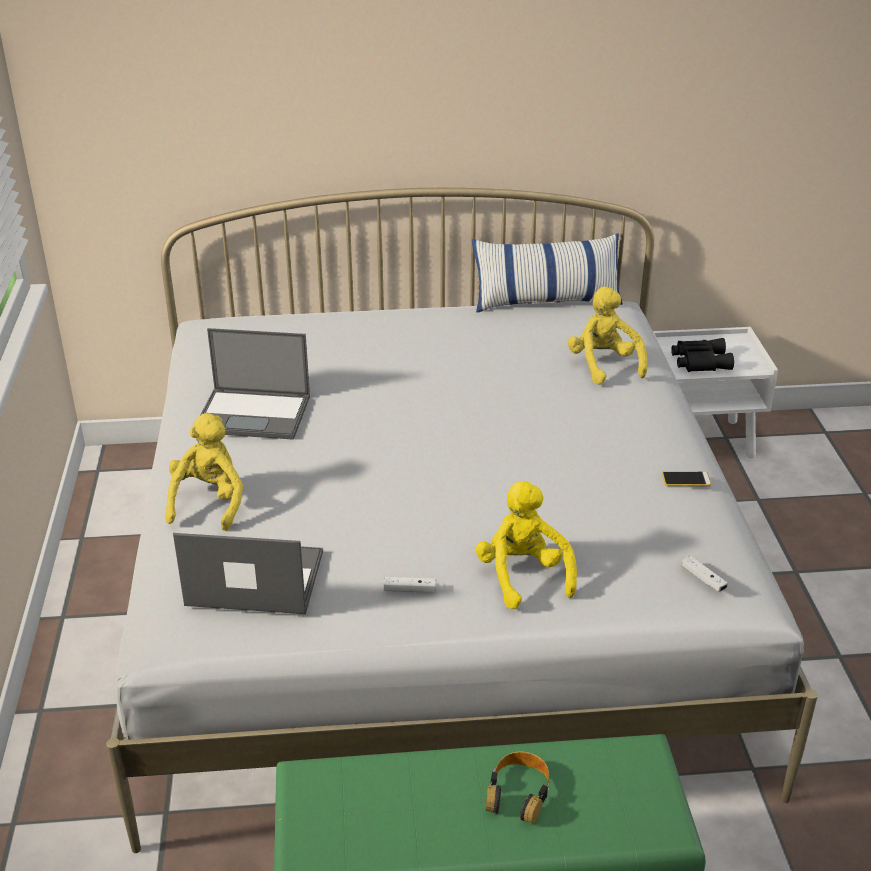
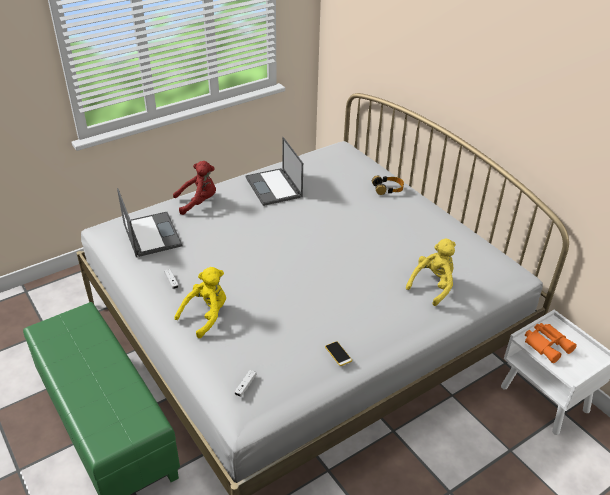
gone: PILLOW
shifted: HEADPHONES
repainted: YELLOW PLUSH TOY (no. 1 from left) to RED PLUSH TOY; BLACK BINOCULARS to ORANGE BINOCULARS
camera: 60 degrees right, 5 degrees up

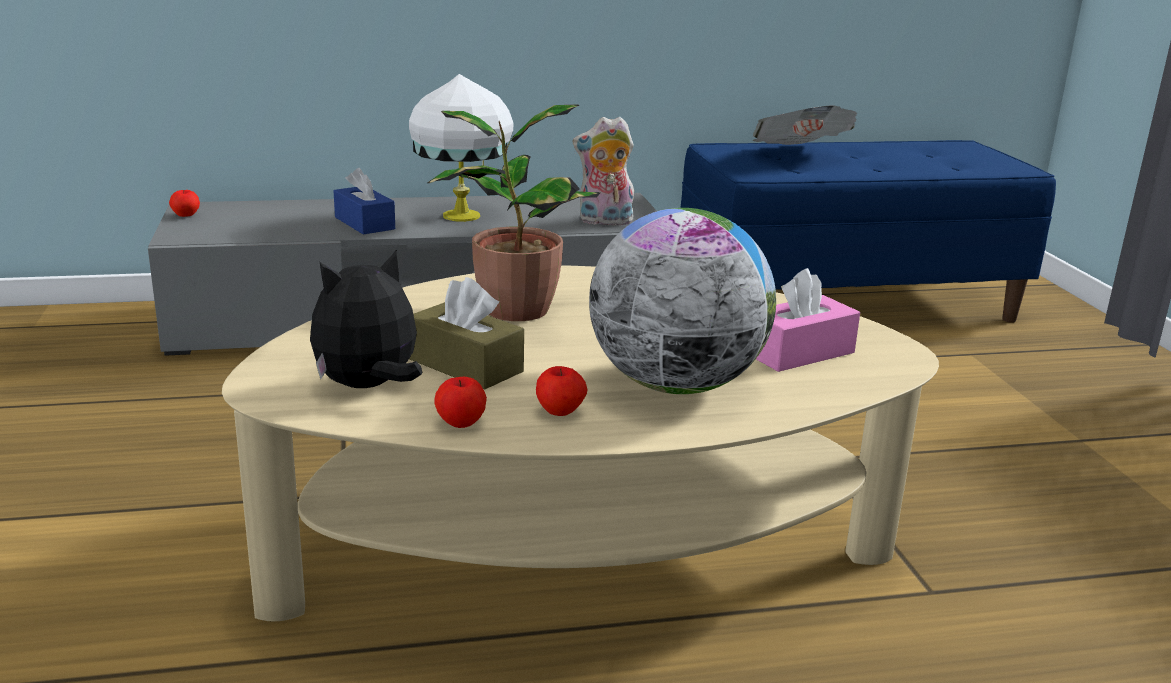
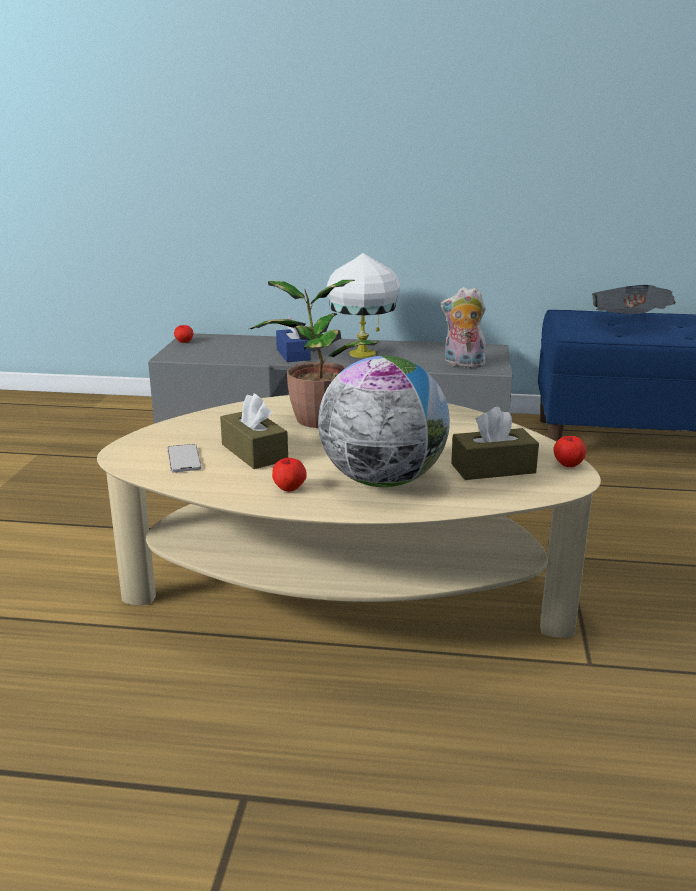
shifted: APPLE (no. 2 from left in the first image) to APPLE (no. 3 from left)
swapped: PLUSH TOY (no. 1 from left) to PHONE
repainted: PINK TISSUE BOX to BROWN TISSUE BOX (no. 2 from left)
camera: 20 degrees right, 0 degrees up

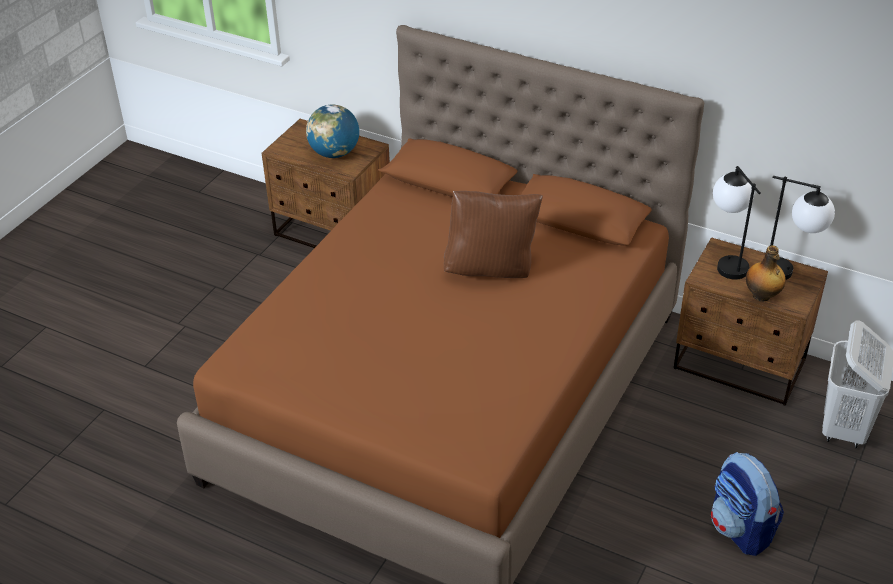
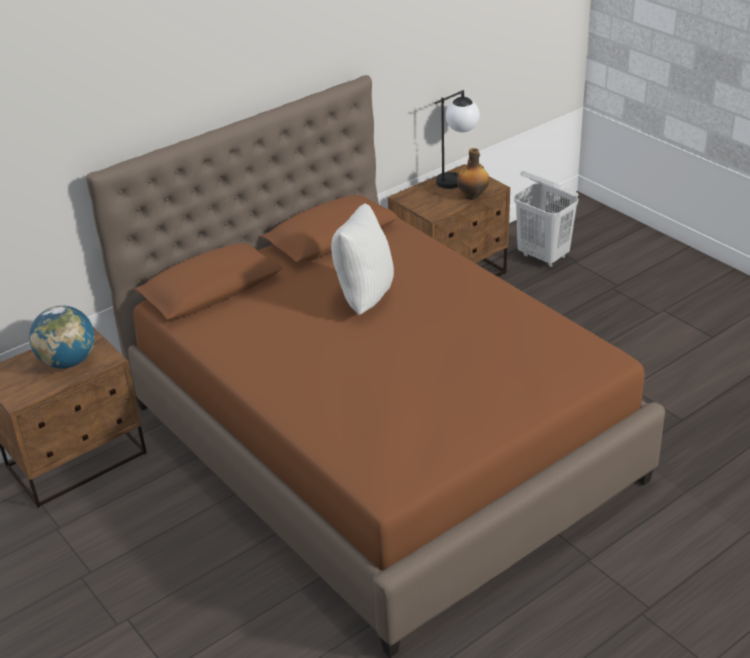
gone: BACKPACK; TABLE LAMP (no. 1 from left)
repainted: BROWN PILLOW to WHITE PILLOW
camera: 65 degrees left, 5 degrees down

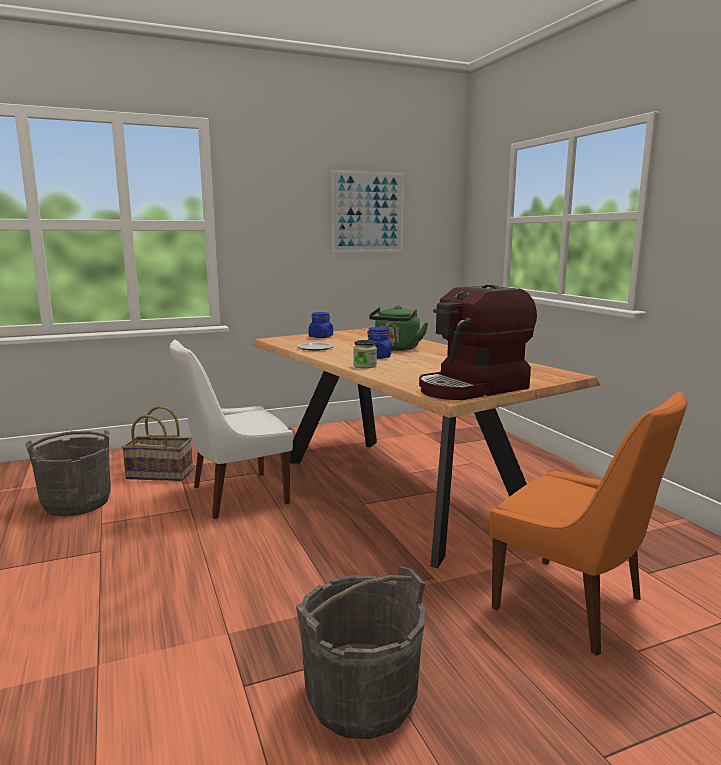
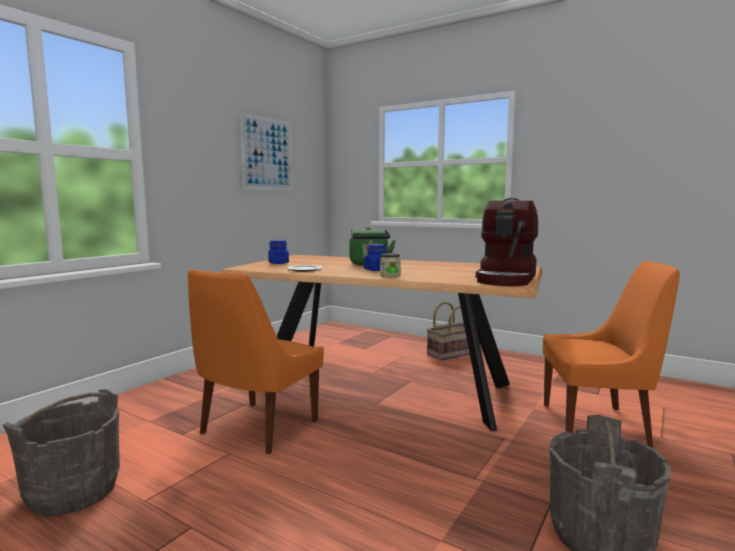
shifted: BASKET
repainted: WHITE CHAIR to ORANGE CHAIR (no. 1 from left)
camera: 35 degrees left, 5 degrees down

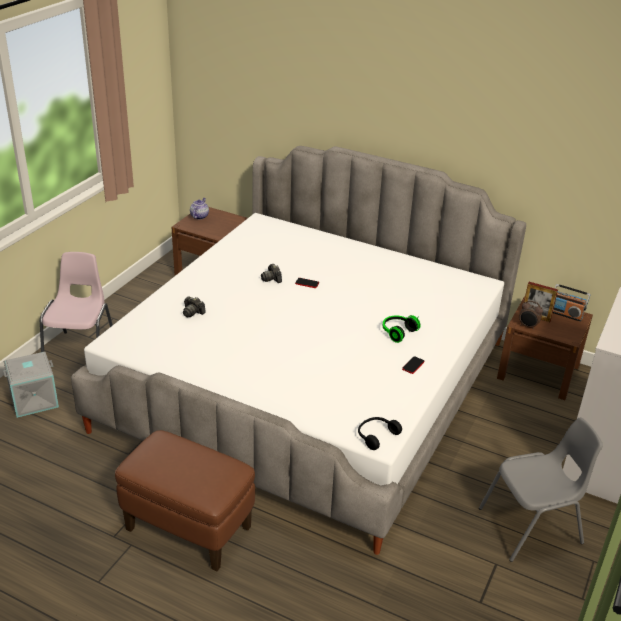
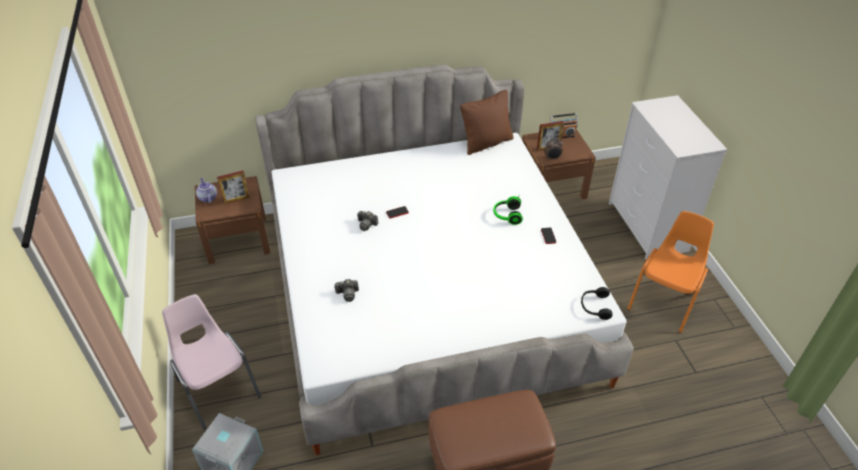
new: PICTURE FRAME (no. 1 from left); BROWN PILLOW
repainted: GREY CHAIR to ORANGE CHAIR
camera: 40 degrees left, 10 degrees up

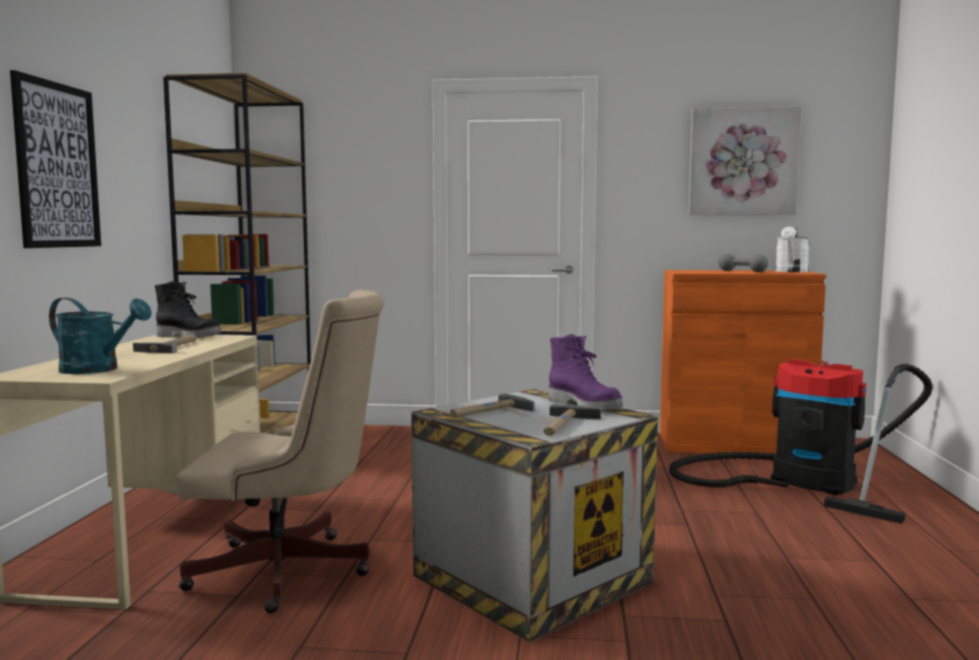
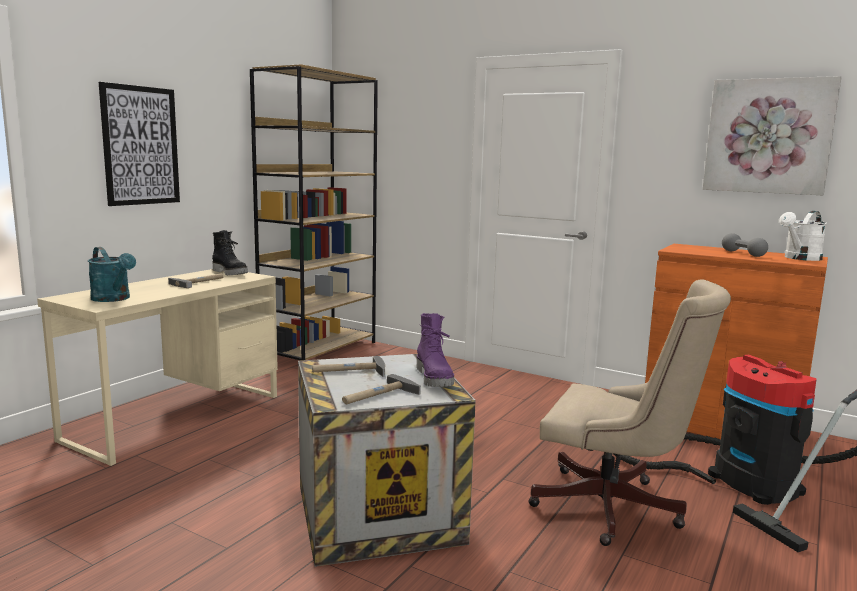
shifted: BEIGE OFFICE CHAIR
camera: 25 degrees right, 5 degrees up

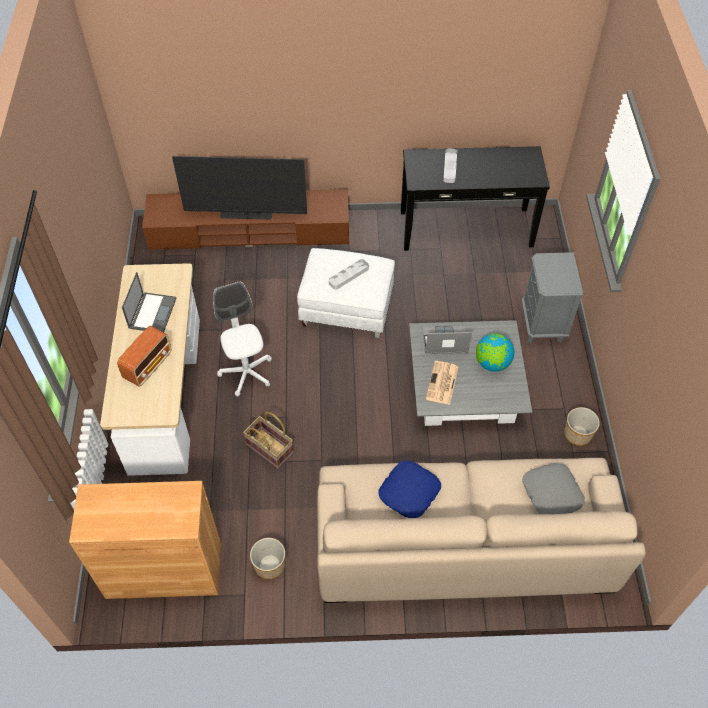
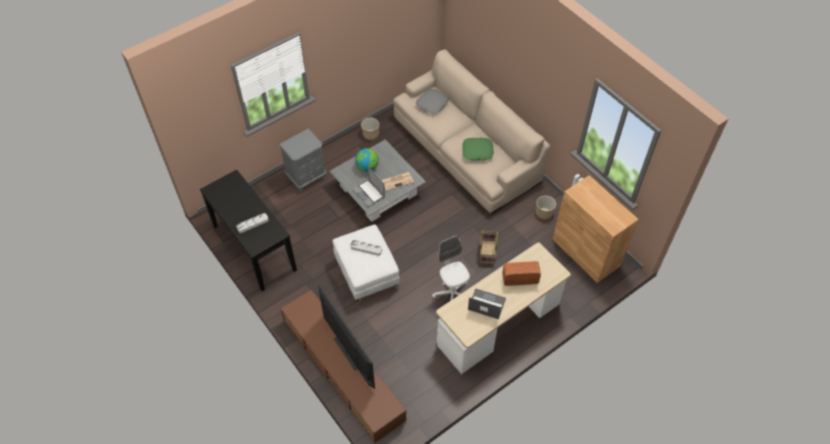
repainted: BLUE PILLOW to GREEN PILLOW
rotated: LAPTOP (no. 1 from left in the first image) 45 degrees clockwise; WHITE OFFICE CHAIR 120 degrees clockwise
camera: 125 degrees left, 0 degrees up

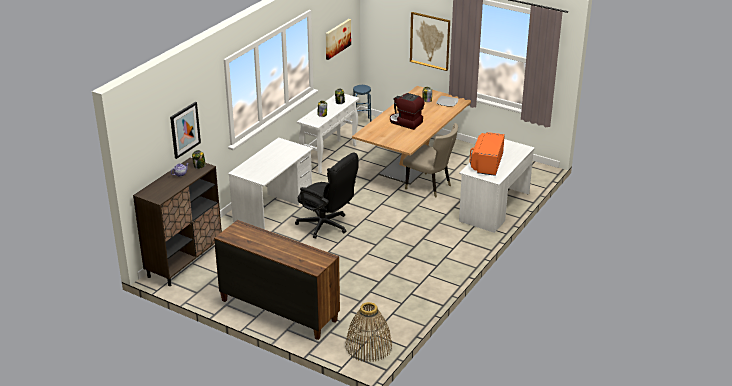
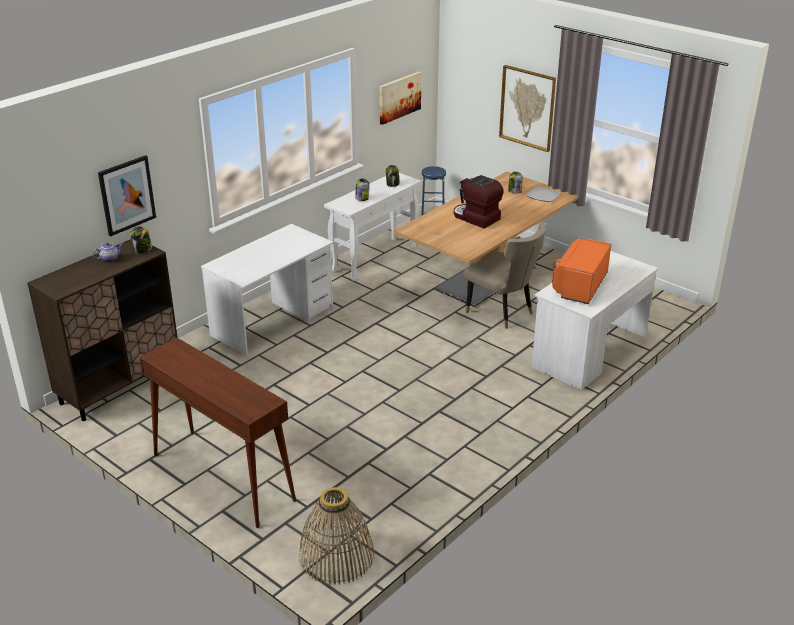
gone: BLACK OFFICE CHAIR
swapped: BROWN DRESSER to BROWN CONSOLE TABLE
camera: 10 degrees right, 0 degrees up

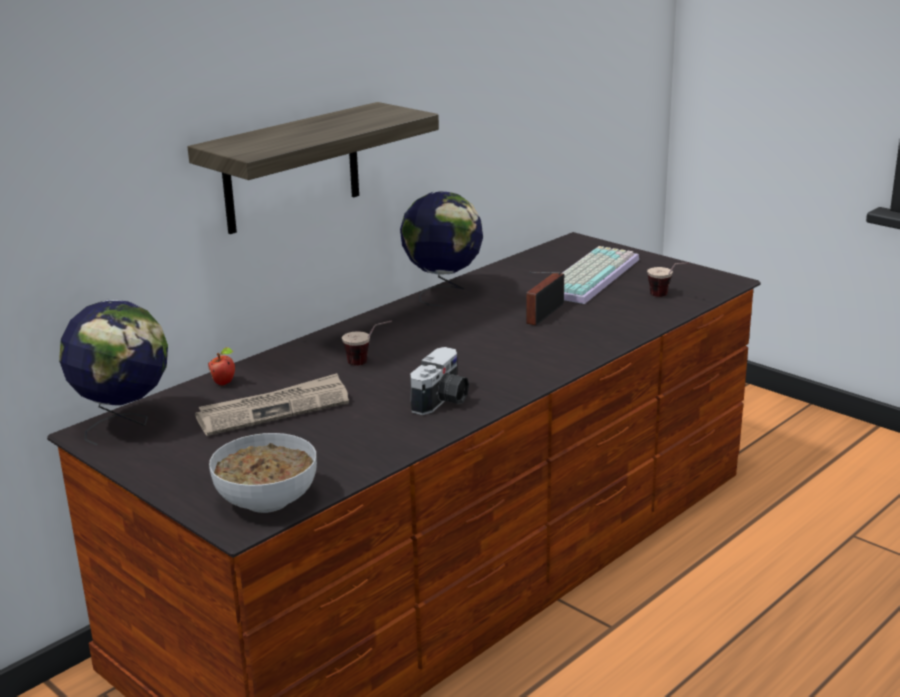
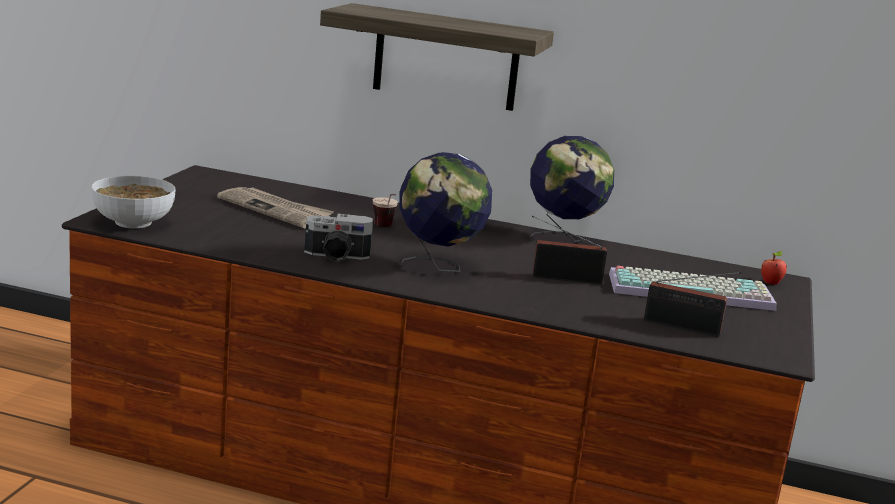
shifted: GLOBE (no. 1 from left); APPLE
swapped: CUP (no. 2 from left) to RADIO (no. 2 from left)
camera: 60 degrees right, 5 degrees down

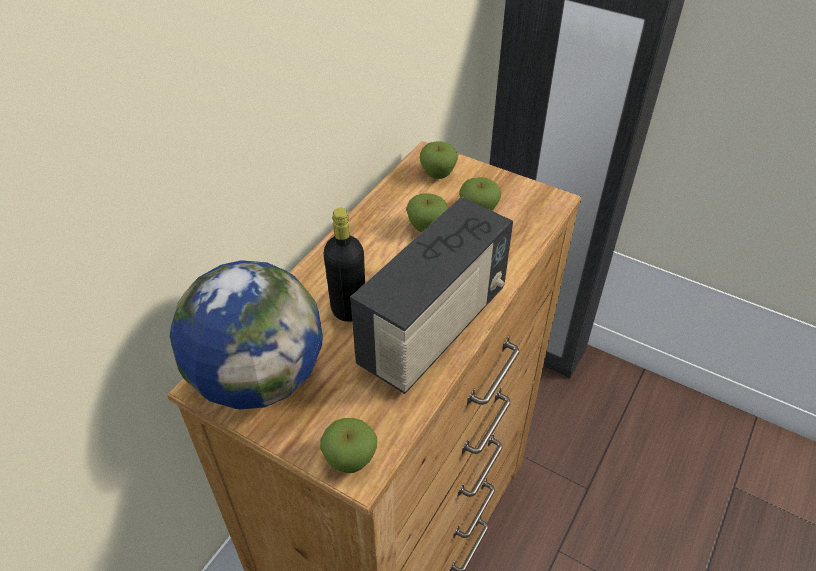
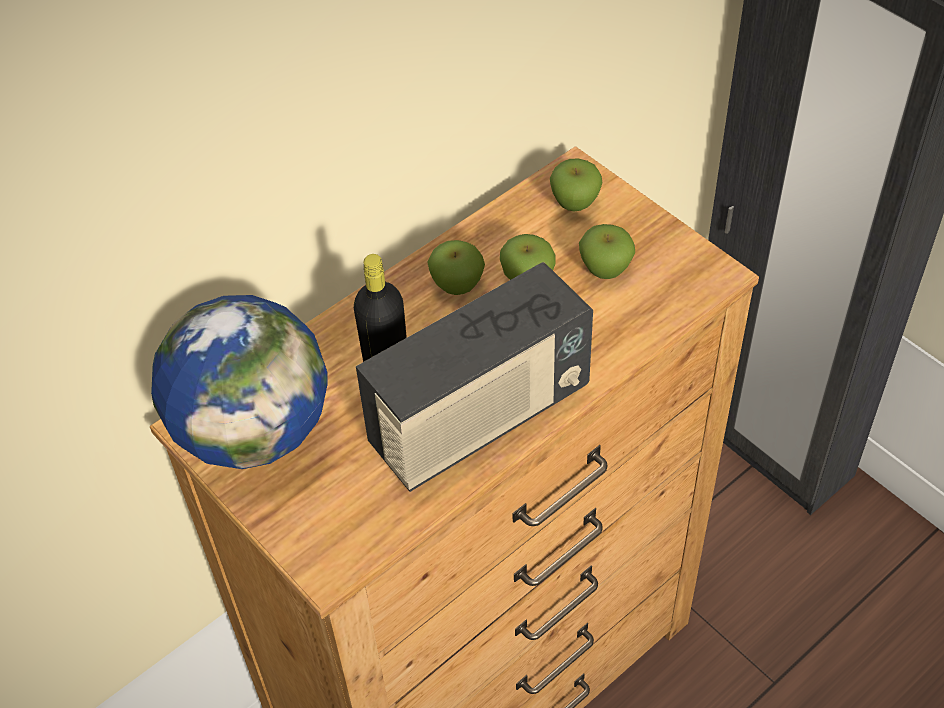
shifted: APPLE (no. 1 from left)
camera: 20 degrees right, 5 degrees up

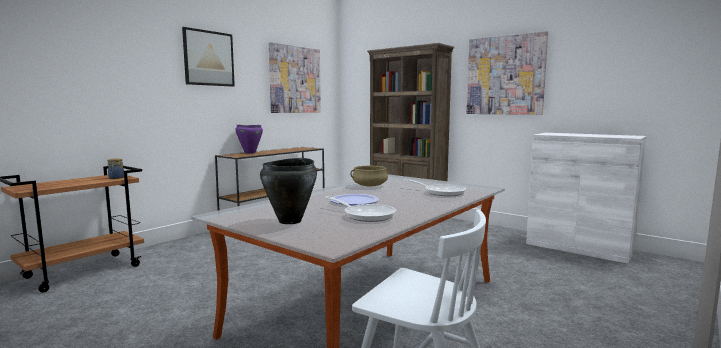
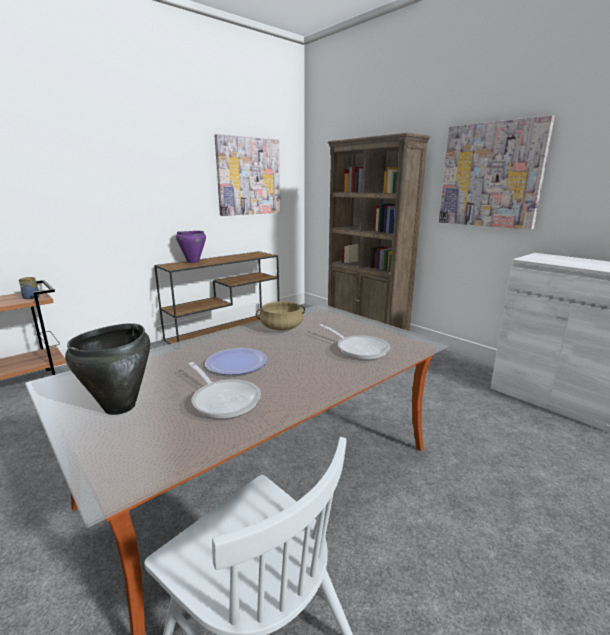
gone: PICTURE (no. 1 from left)
camera: 10 degrees right, 10 degrees up

